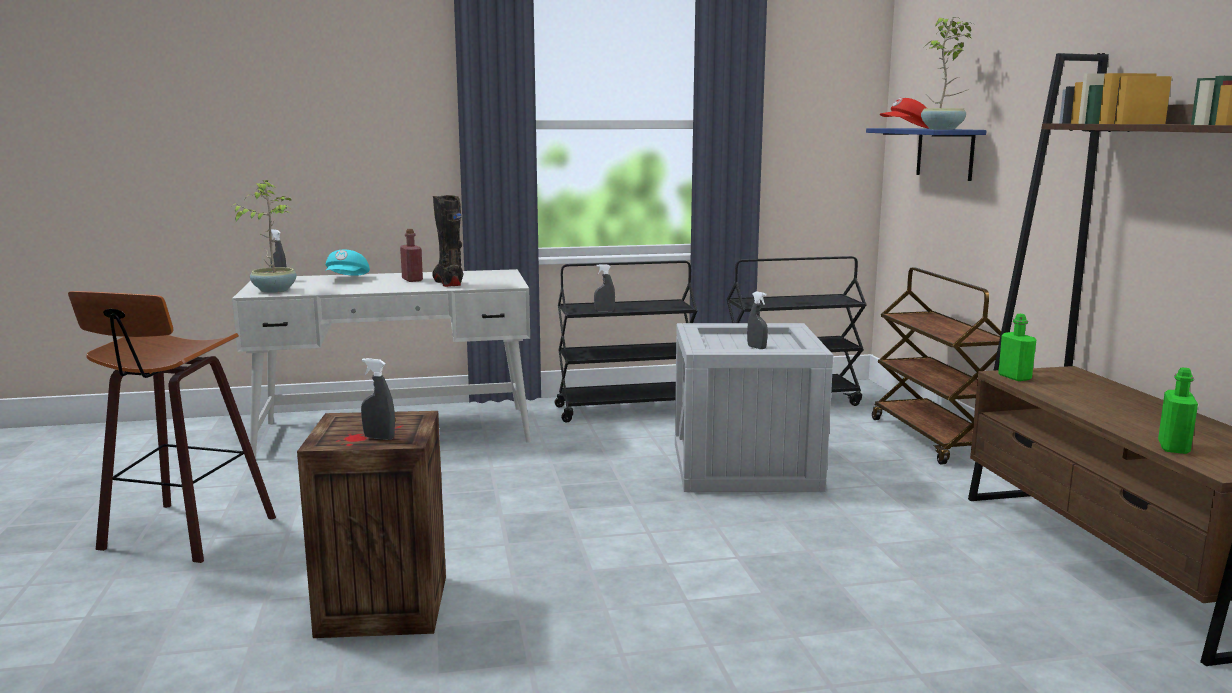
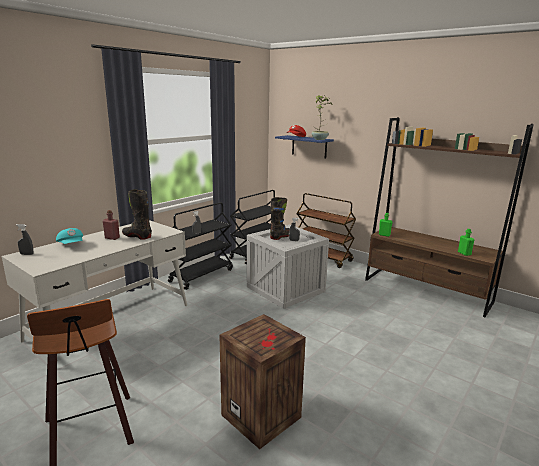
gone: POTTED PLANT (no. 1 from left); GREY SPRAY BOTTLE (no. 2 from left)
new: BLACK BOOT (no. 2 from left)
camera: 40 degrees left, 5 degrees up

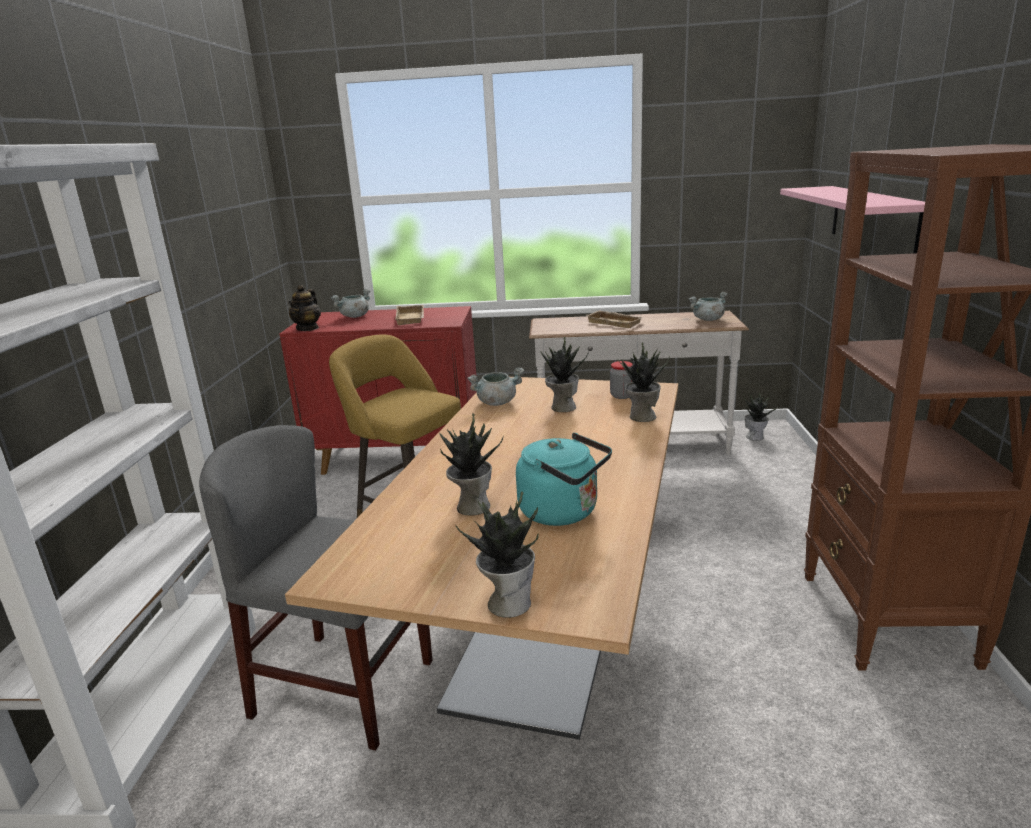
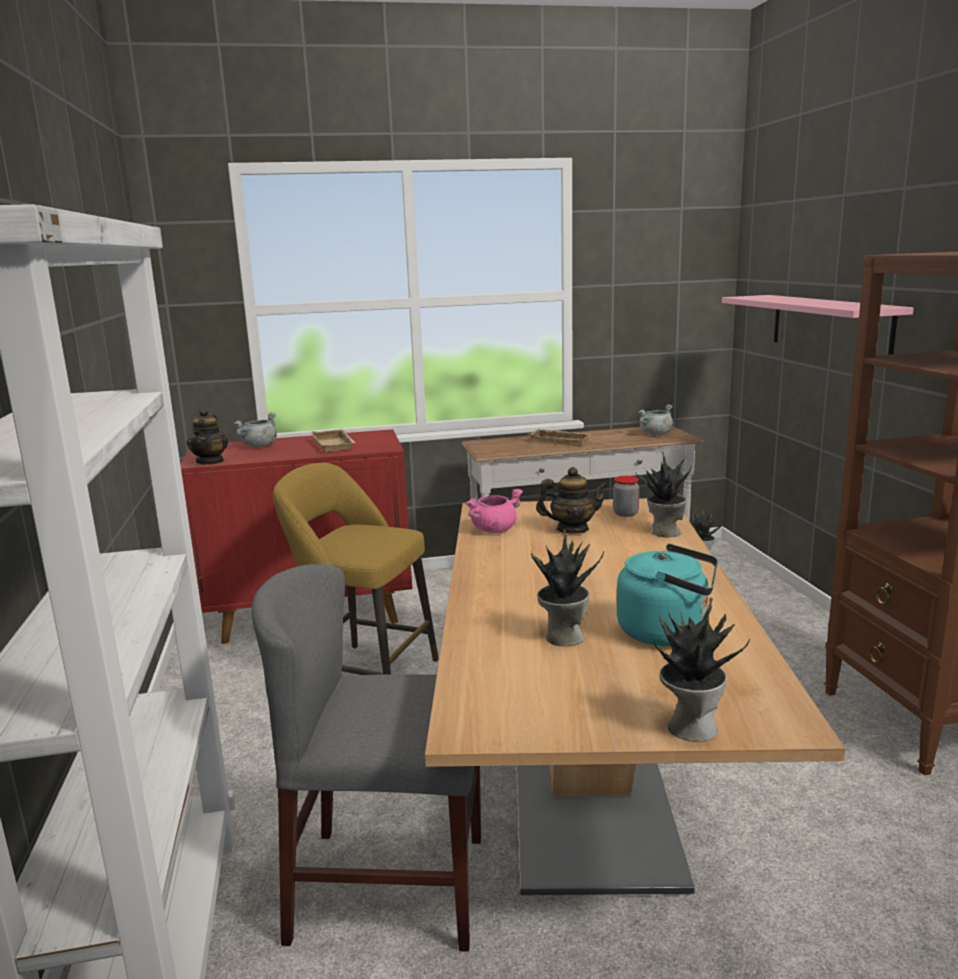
swapped: POTTED PLANT (no. 3 from left) to TEAPOT (no. 2 from left)
repainted: GREY COOKING POT (no. 2 from left) to PINK COOKING POT
camera: 15 degrees left, 5 degrees down

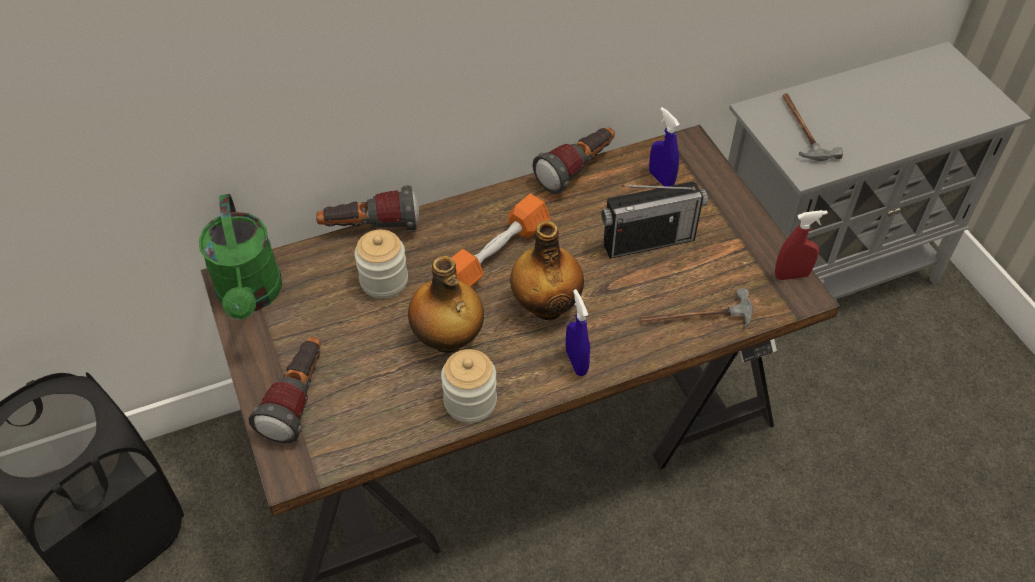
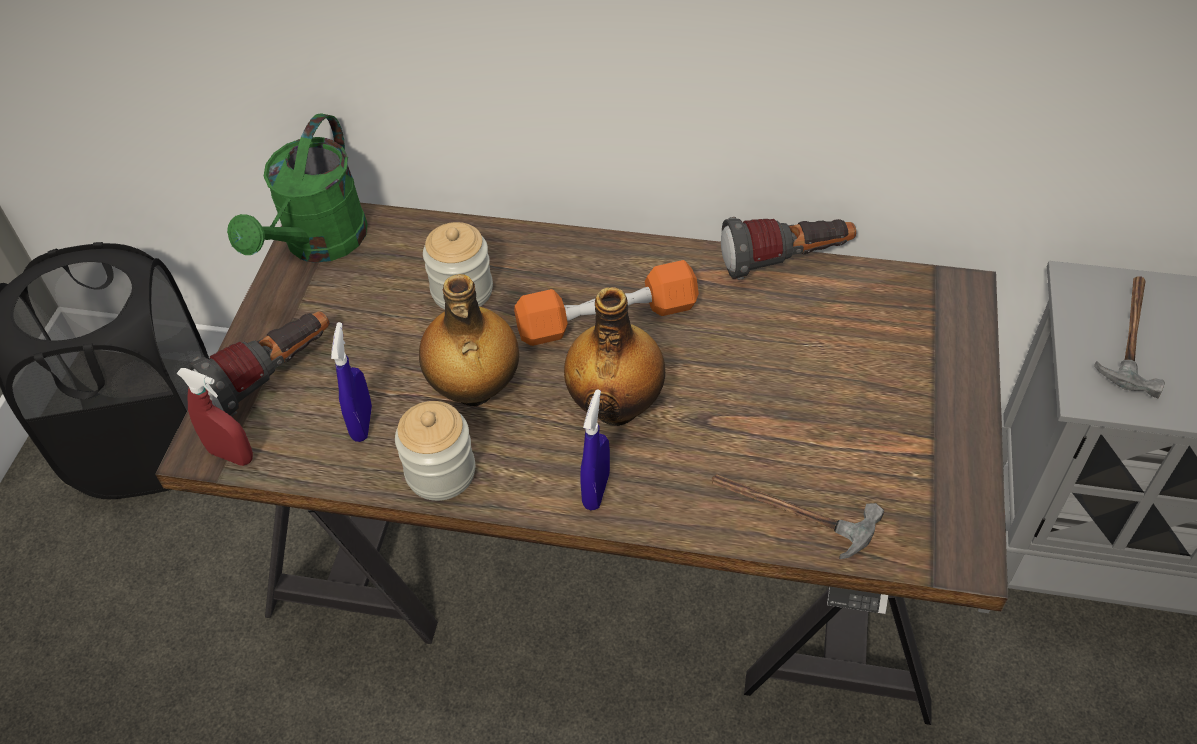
gone: FLASHLIGHT (no. 2 from left); RADIO
shifted: BLUE SPRAY BOTTLE (no. 2 from left in the first image) to BLUE SPRAY BOTTLE (no. 1 from left); RED SPRAY BOTTLE
camera: 35 degrees right, 0 degrees up

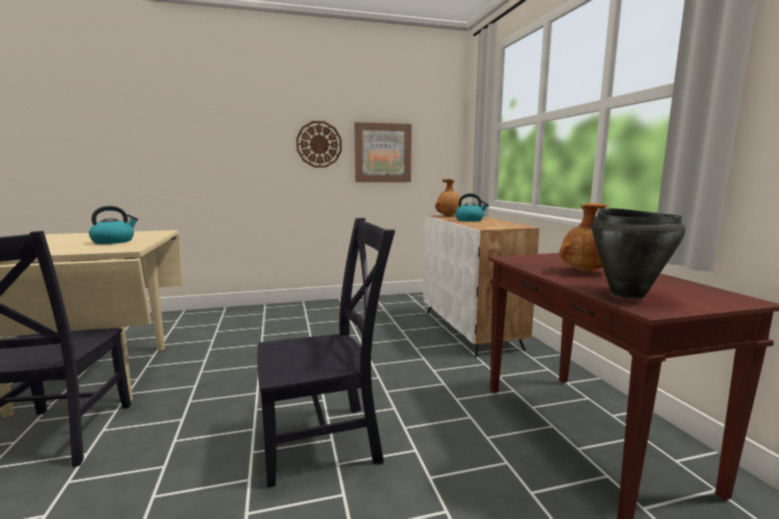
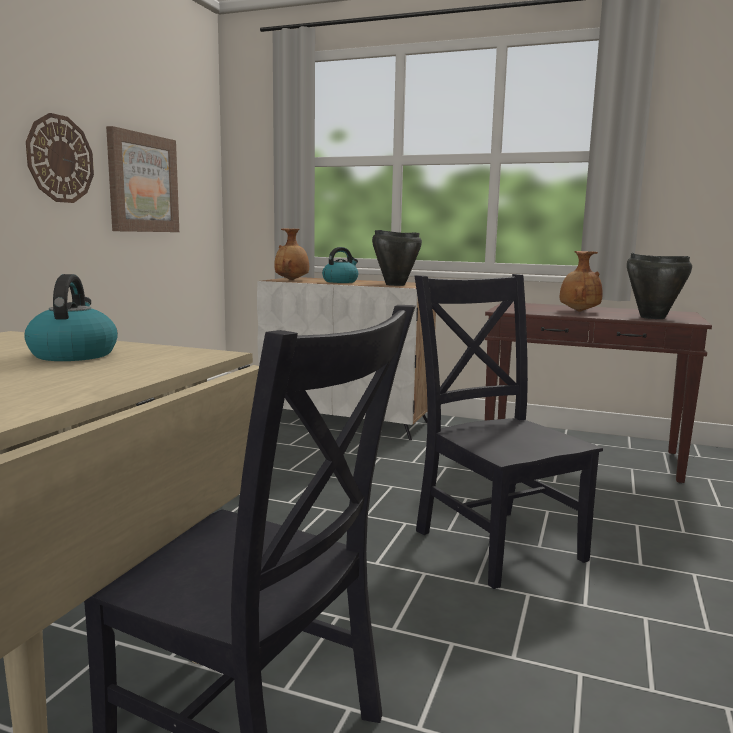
new: BLACK COOKING POT (no. 1 from left)
rotated: BLACK CHAIR (no. 2 from left) 45 degrees counterclockwise
camera: 55 degrees left, 0 degrees up

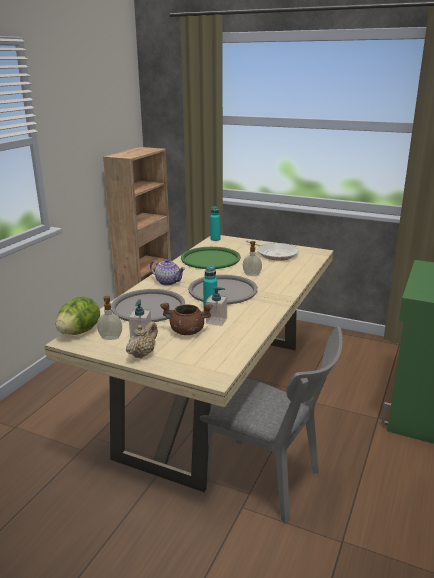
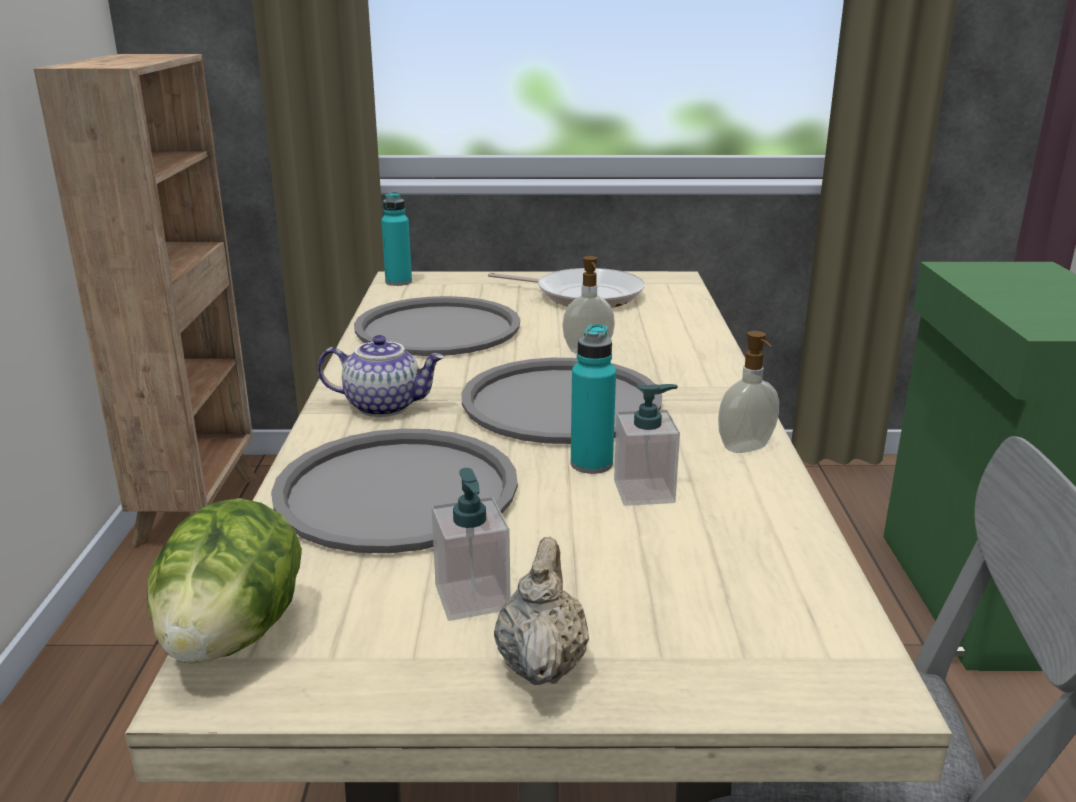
gone: BROWN COOKING POT
shifted: SOAP DISPENSER (no. 1 from left in the first image) to SOAP DISPENSER (no. 4 from left)
repainted: GREEN TRAY to GREY TRAY (no. 2 from left)
camera: 25 degrees left, 0 degrees up

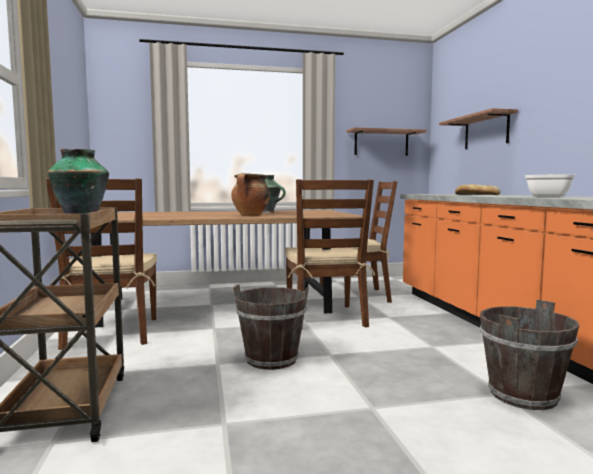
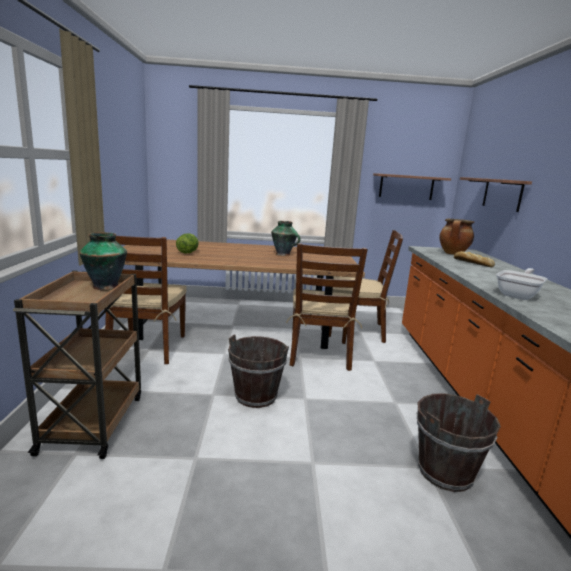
new: LETTUCE
shifted: COOKING POT
camera: 10 degrees right, 10 degrees up

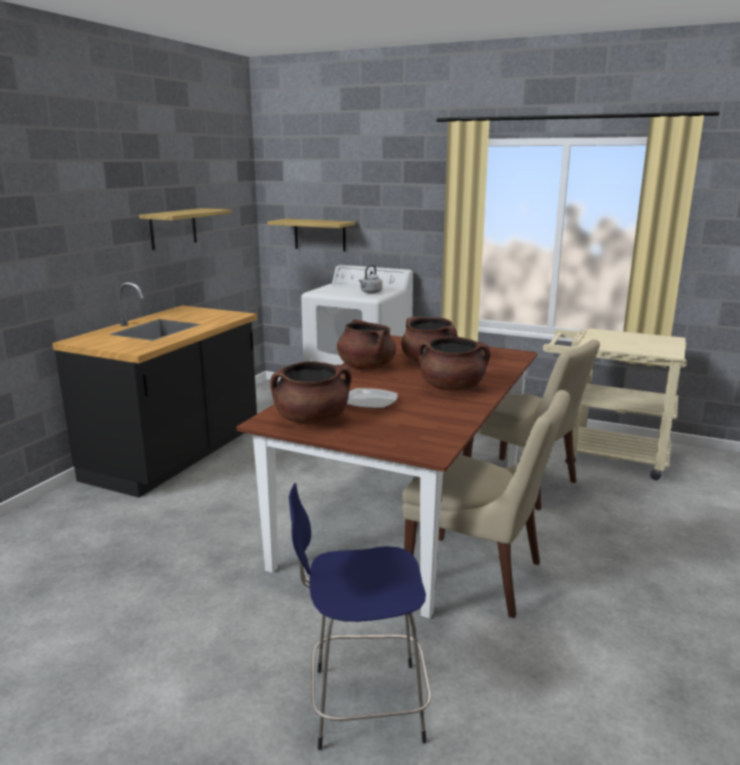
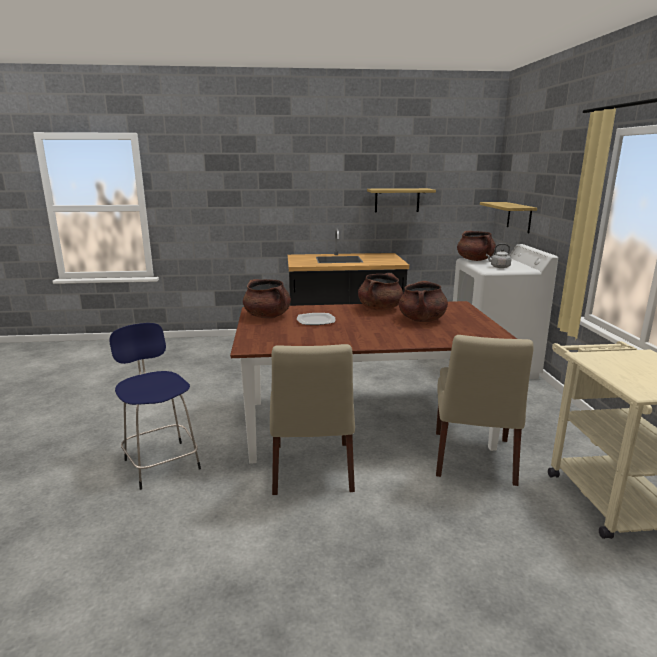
shifted: BROWN COOKING POT (no. 4 from left)
camera: 60 degrees right, 0 degrees up

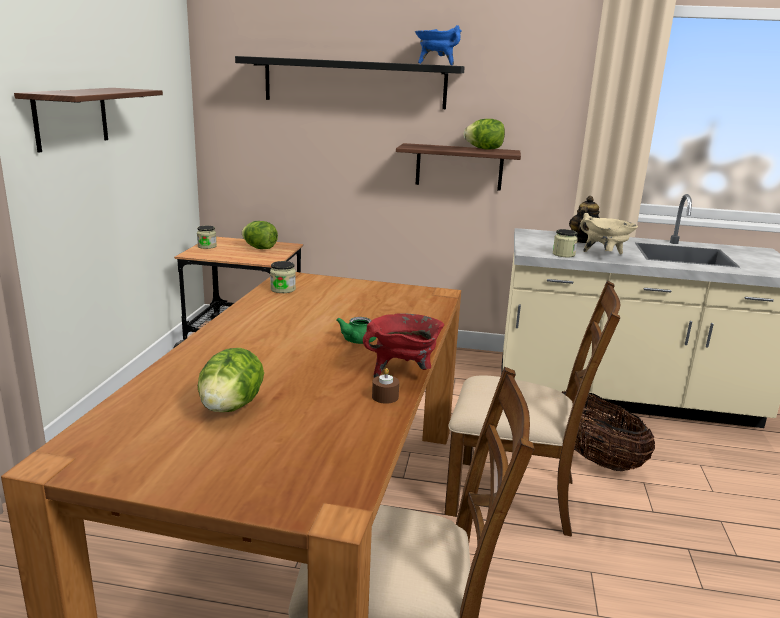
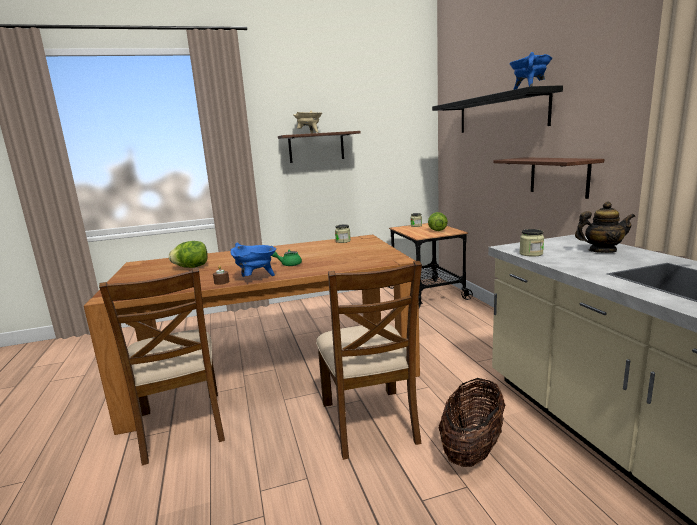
gone: LETTUCE (no. 3 from left)
shifted: BEIGE COOKING POT
repainted: RED COOKING POT to BLUE COOKING POT (no. 1 from left)
camera: 65 degrees right, 5 degrees down

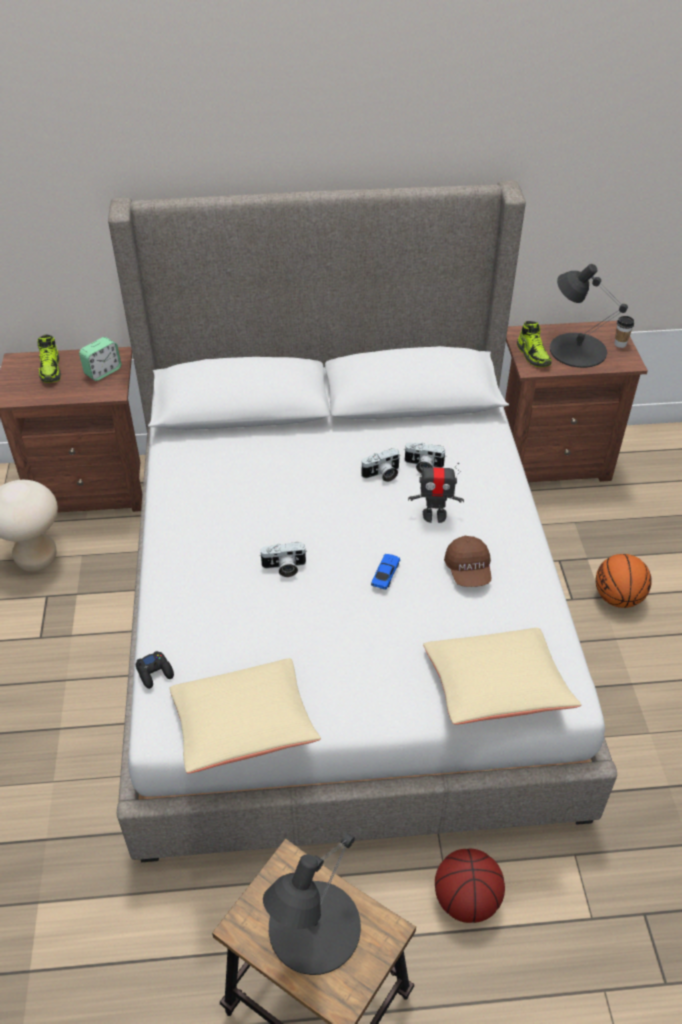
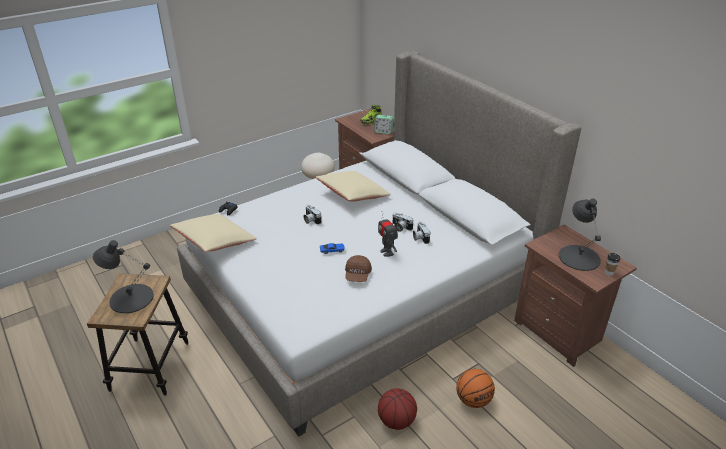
gone: SHOE (no. 2 from left)
shifted: BEIGE PILLOW (no. 2 from left); BASKETBALL (no. 1 from left)
rotated: BROWN CAP 45 degrees counterclockwise
camera: 60 degrees right, 10 degrees down

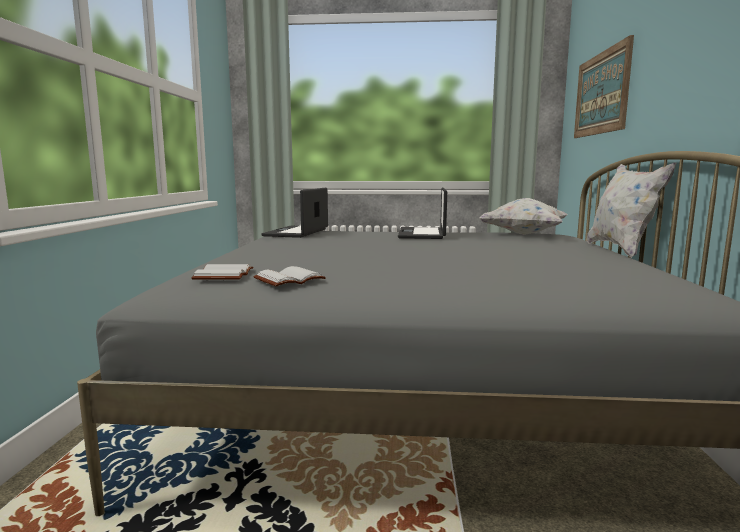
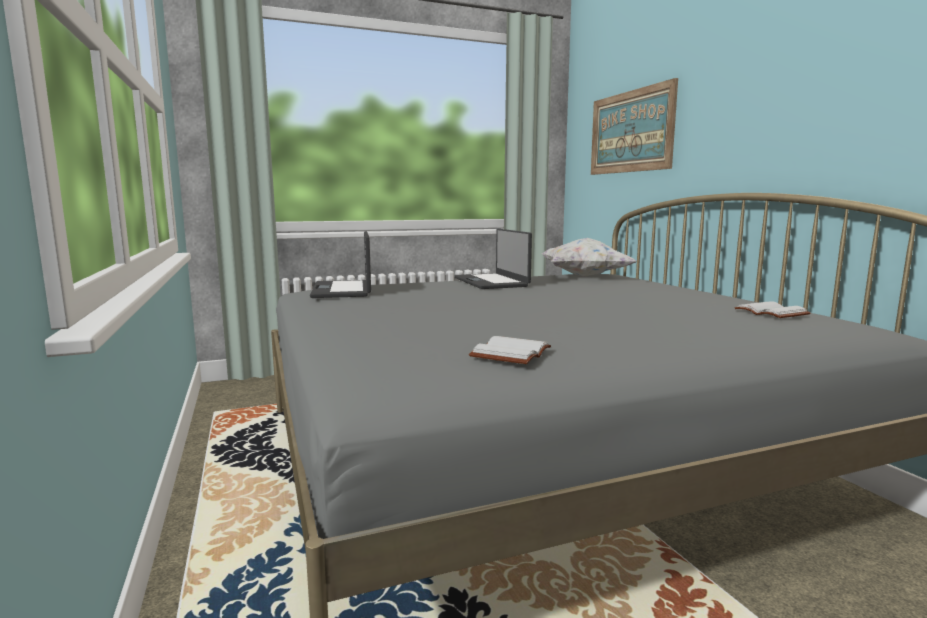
gone: WHITE PILLOW (no. 2 from left)
shifted: WHITE BOOK (no. 1 from left in the first image) to WHITE BOOK (no. 2 from left)
camera: 25 degrees left, 0 degrees up

